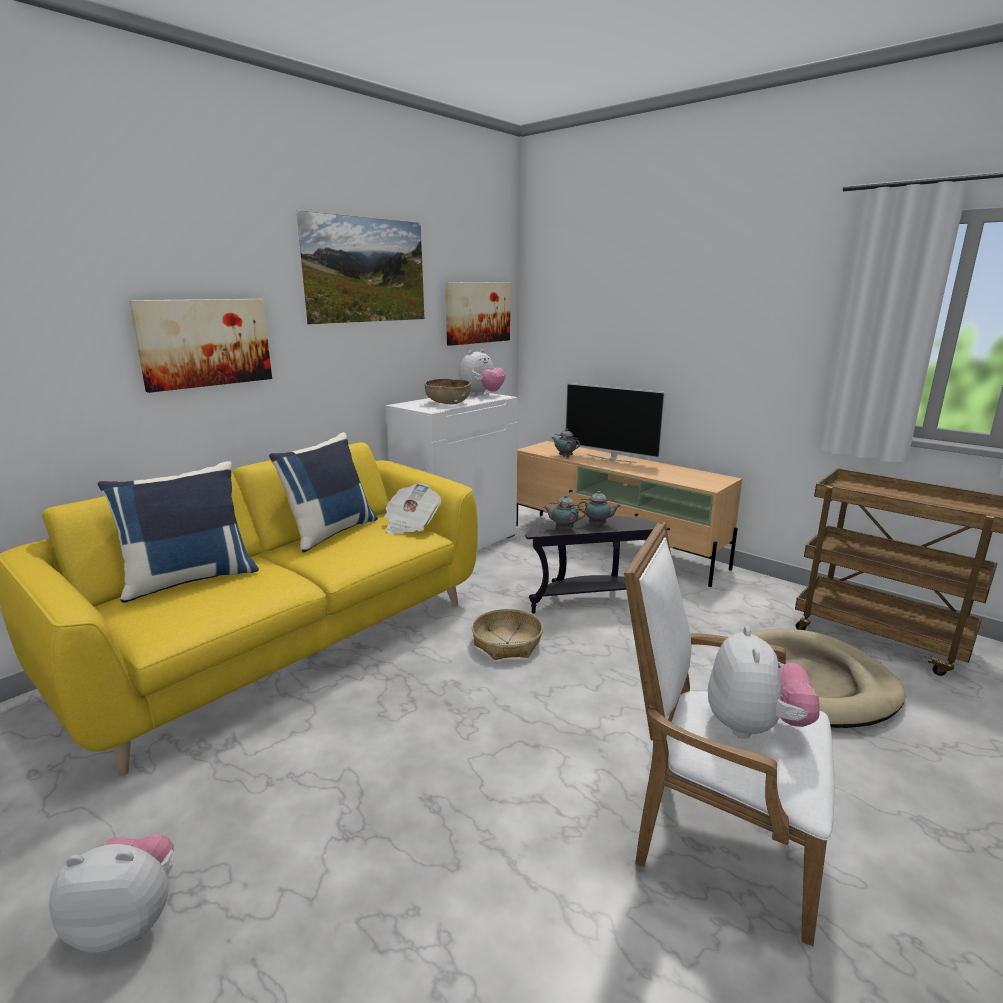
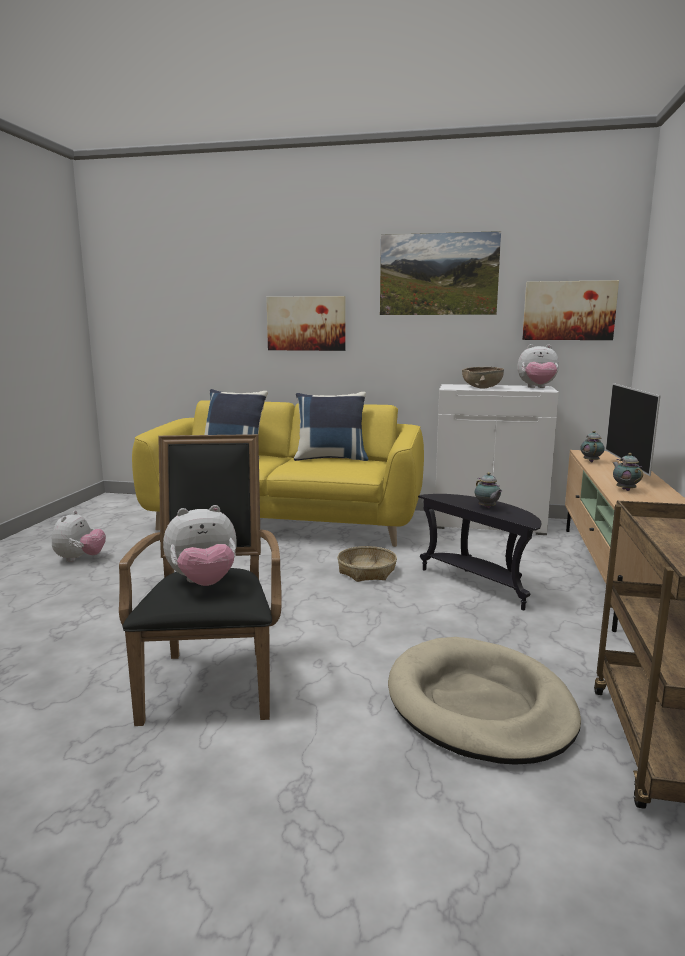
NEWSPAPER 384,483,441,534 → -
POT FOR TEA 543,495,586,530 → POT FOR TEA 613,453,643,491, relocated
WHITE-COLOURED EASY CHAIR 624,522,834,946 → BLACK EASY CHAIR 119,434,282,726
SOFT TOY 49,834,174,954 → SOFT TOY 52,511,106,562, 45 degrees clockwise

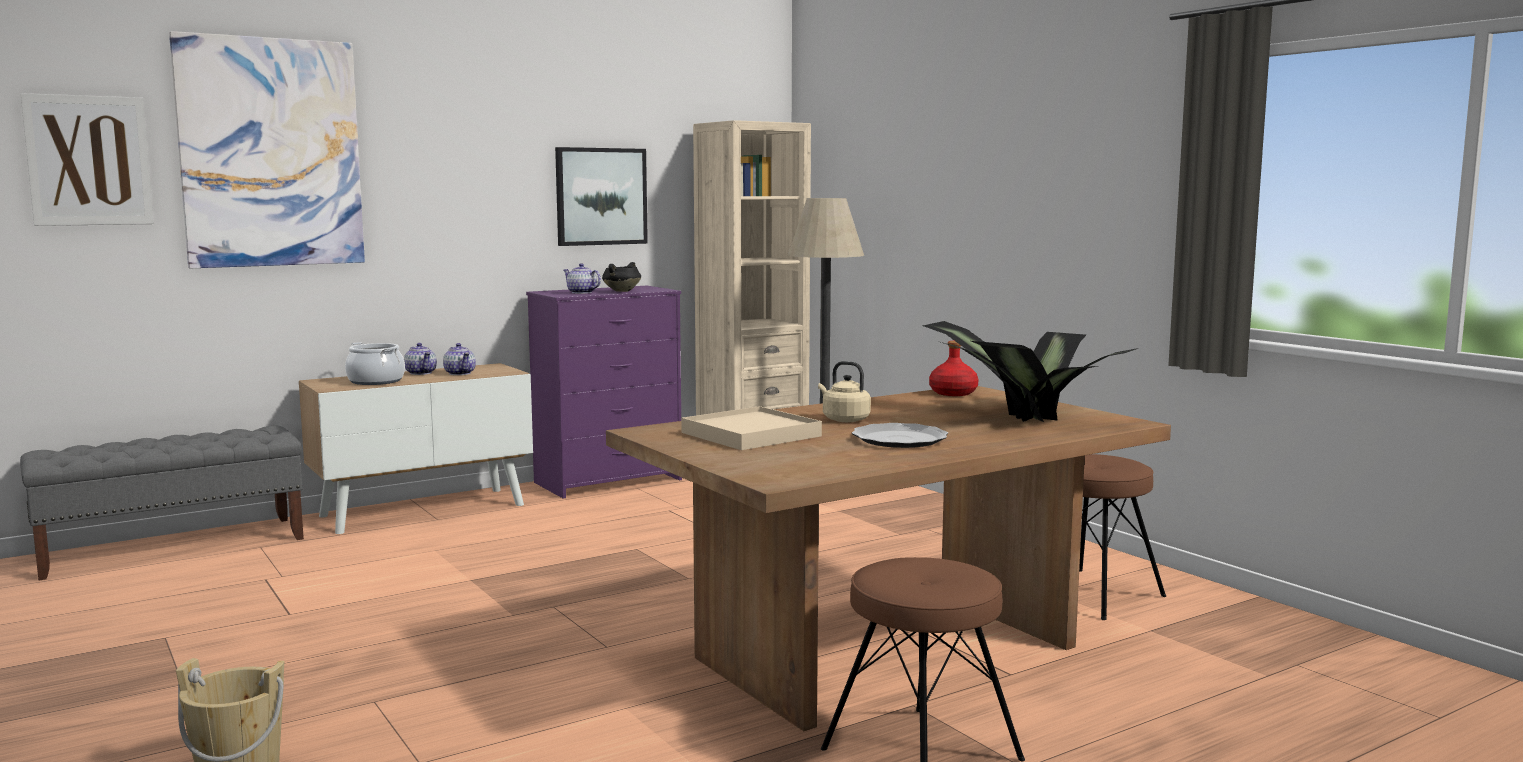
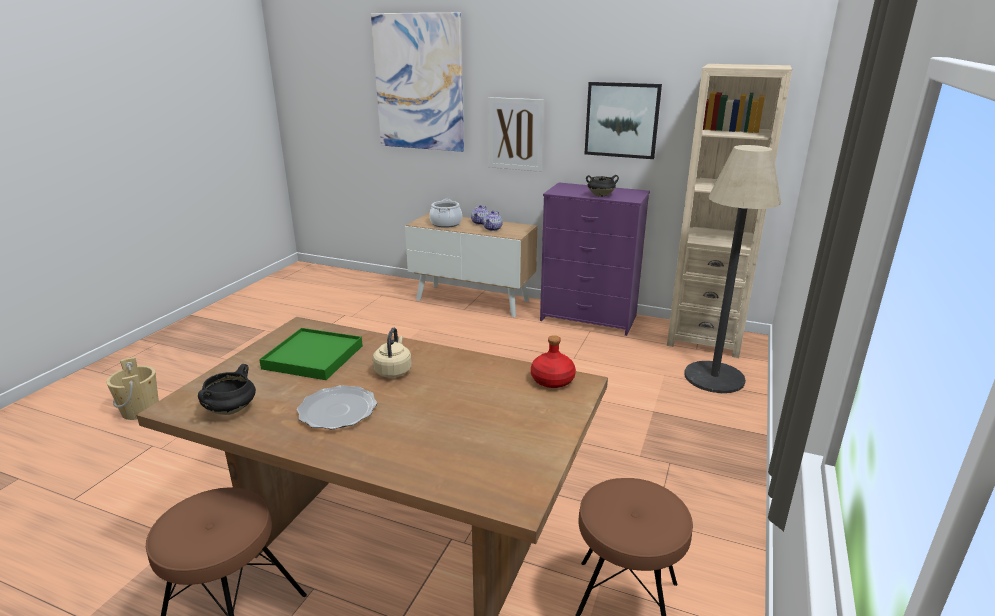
GREYISH BENCH 20,425,304,580 → -
POT FOR TEA 563,263,601,294 → -
PLANT IN A POT 923,321,1138,422 → -
- → BLACK STOCKPOT 198,364,256,415
WALL ART 21,93,154,226 → WALL ART 488,97,544,172, relocated
BEIGE CARRYING TRAY 681,406,822,450 → GREENISH CARRYING TRAY 259,328,363,380

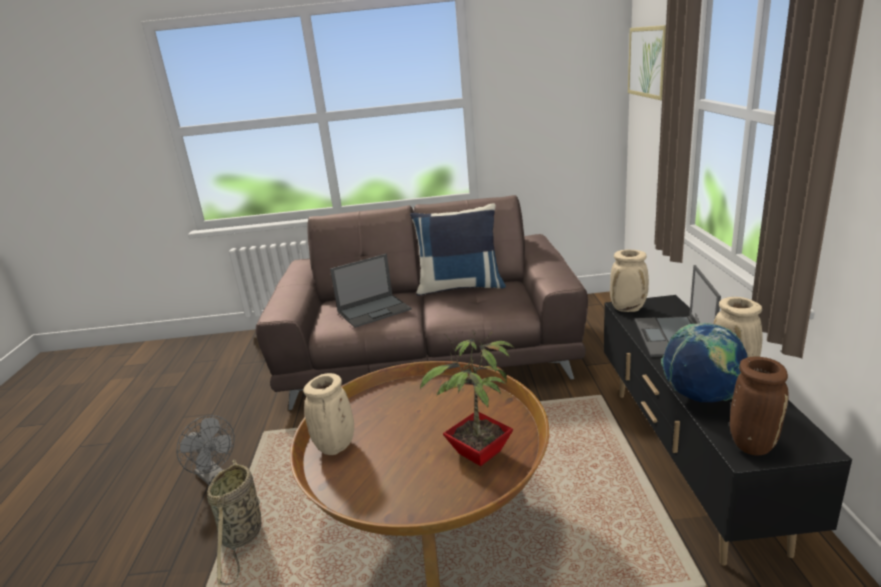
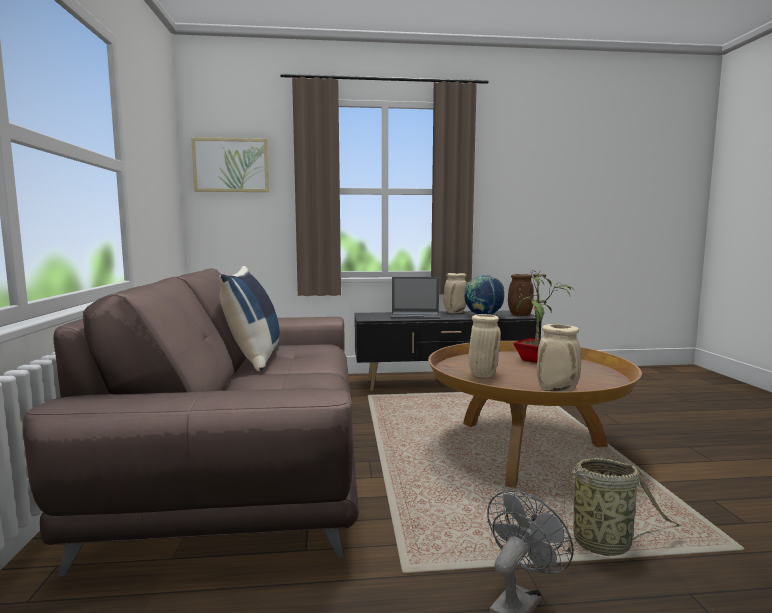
PORTABLE COMPUTER 330,254,412,328 → -
BEIGE VASE 610,250,649,312 → BEIGE VASE 468,314,501,378, relocated

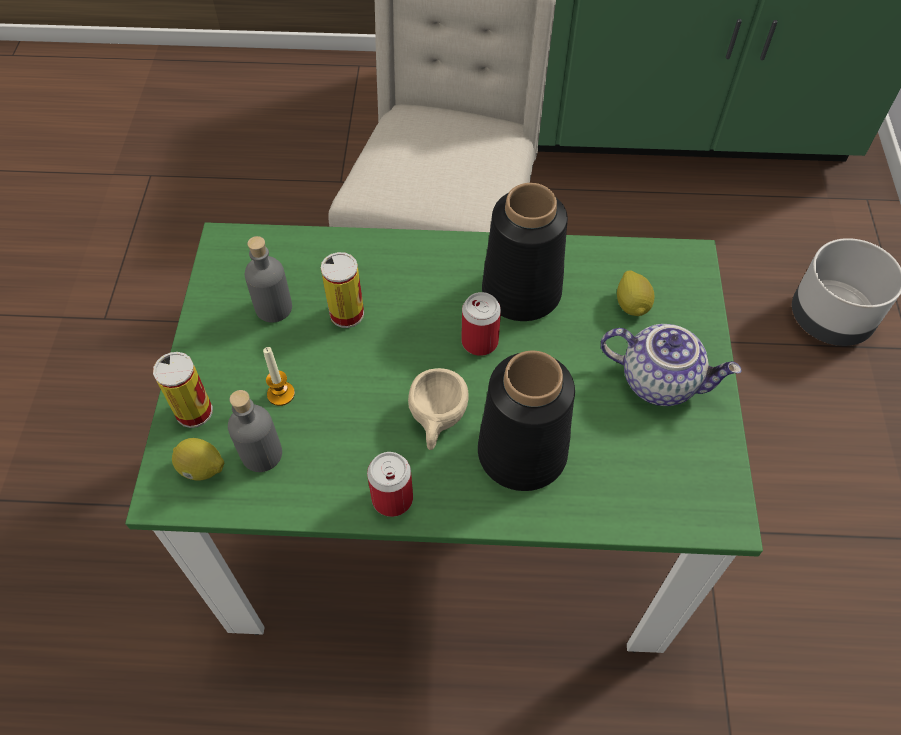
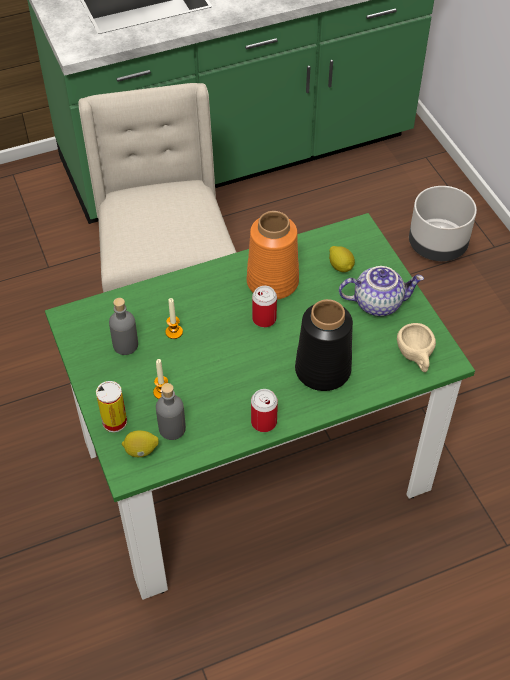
BEIGE DRINKING CUP 408,368,468,450 → BEIGE DRINKING CUP 397,323,436,372, relocated
METAL CAN 321,252,364,328 → WAX CANDLE 165,298,183,339
BLACK VASE 482,183,568,321 → ORANGE VASE 247,211,299,300

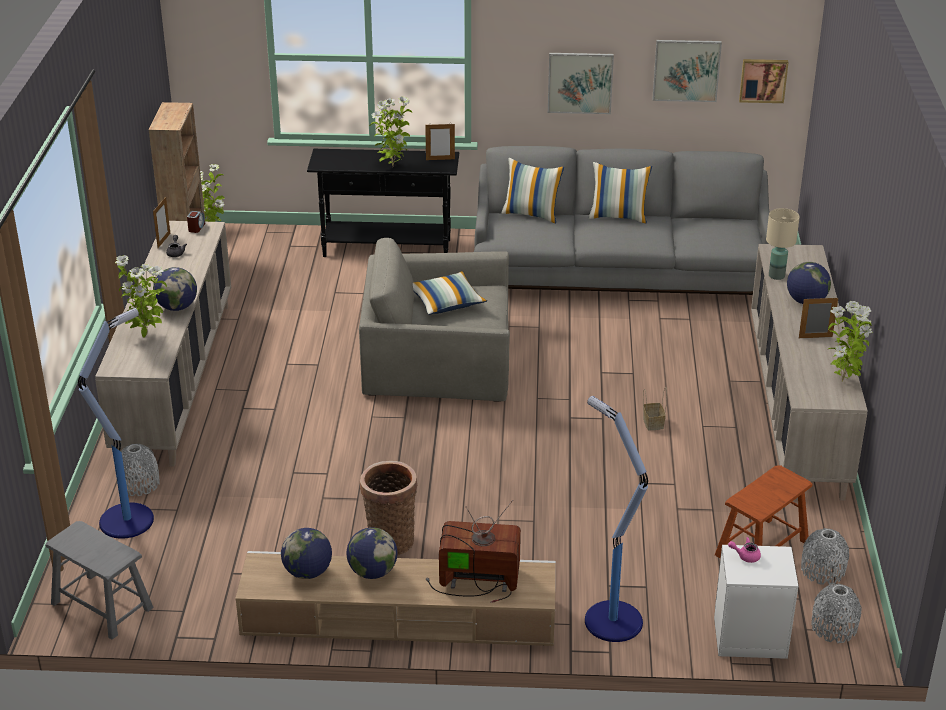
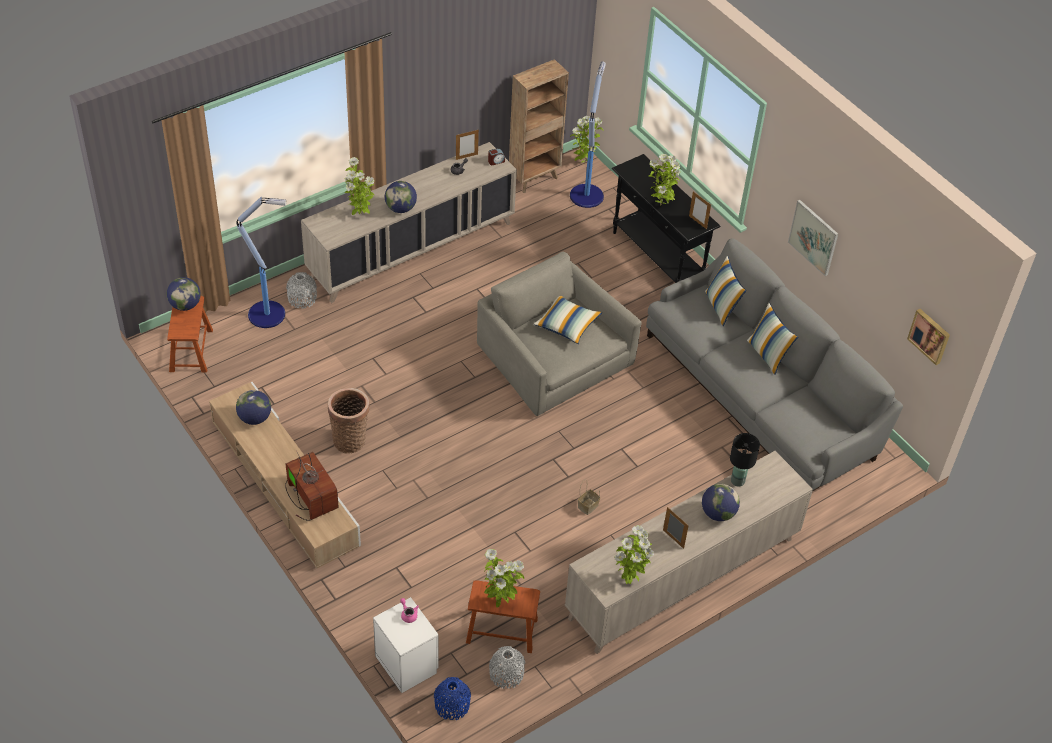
WALL ART 652,40,722,102 → -
- → PLANT IN A POT 484,549,524,607
WORLD GLOBE 346,527,398,579 → WORLD GLOBE 167,277,201,311, relocated
STANDING LAMP 585,396,648,642 → STANDING LAMP 570,61,606,208, relocated
GREYISH STOOL 45,521,153,639 → BROWN STOOL 167,296,213,373
BEIGE TABLE LAMP 766,208,800,280 → BLACK TABLE LAMP 730,433,760,487
GREYISH VASE 812,583,862,643 → BLUE-COLOURED VASE 434,677,471,720

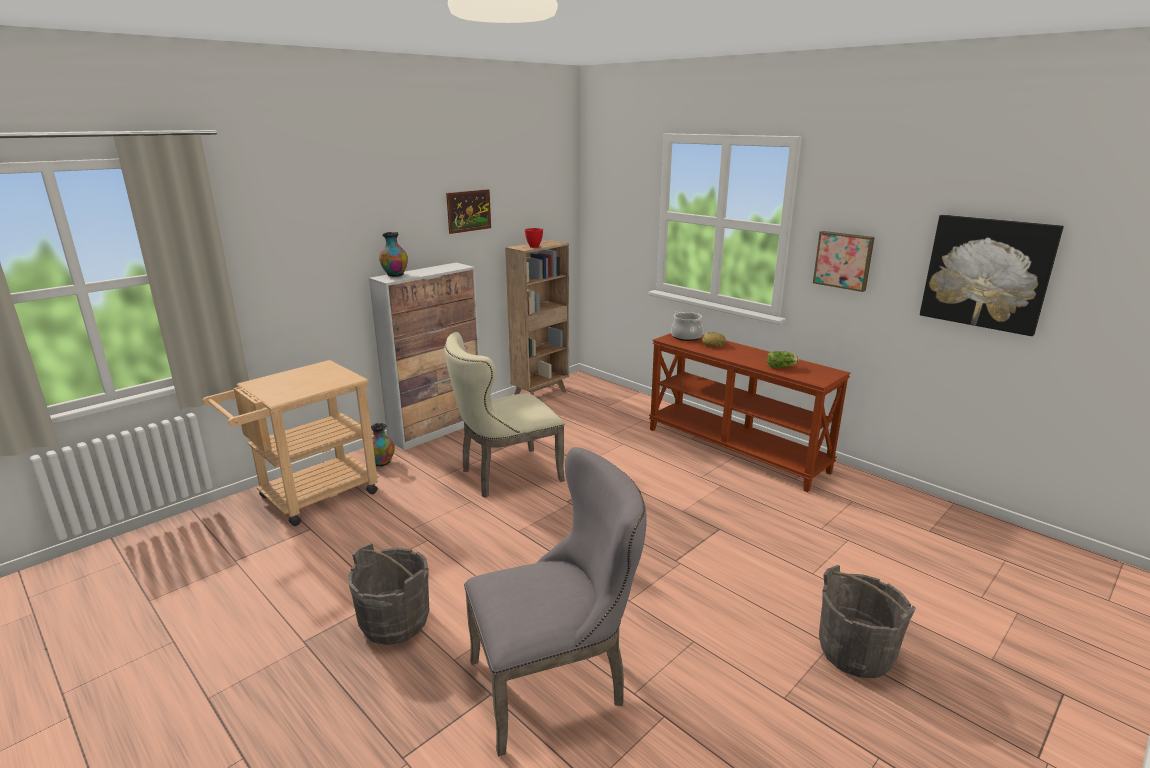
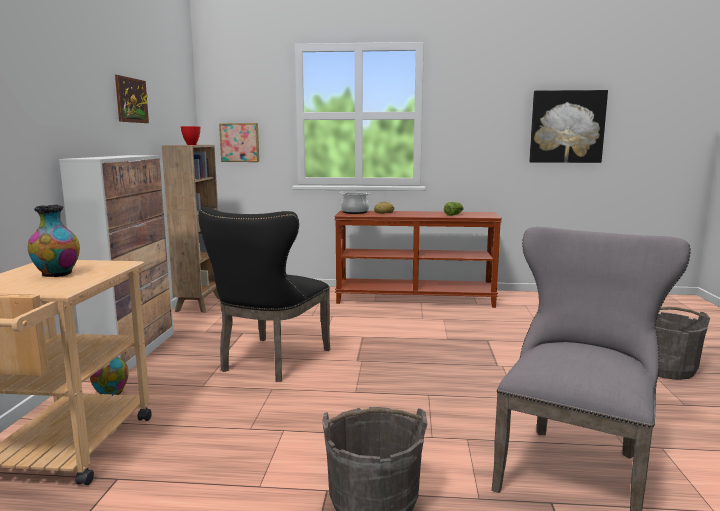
VASE 379,232,408,277 → VASE 28,205,80,277, relocated
WALL ART 813,231,875,292 → WALL ART 219,123,259,162, relocated
BEIGE UPRIGHT CHAIR 444,332,565,498 → BLACK UPRIGHT CHAIR 198,207,330,382

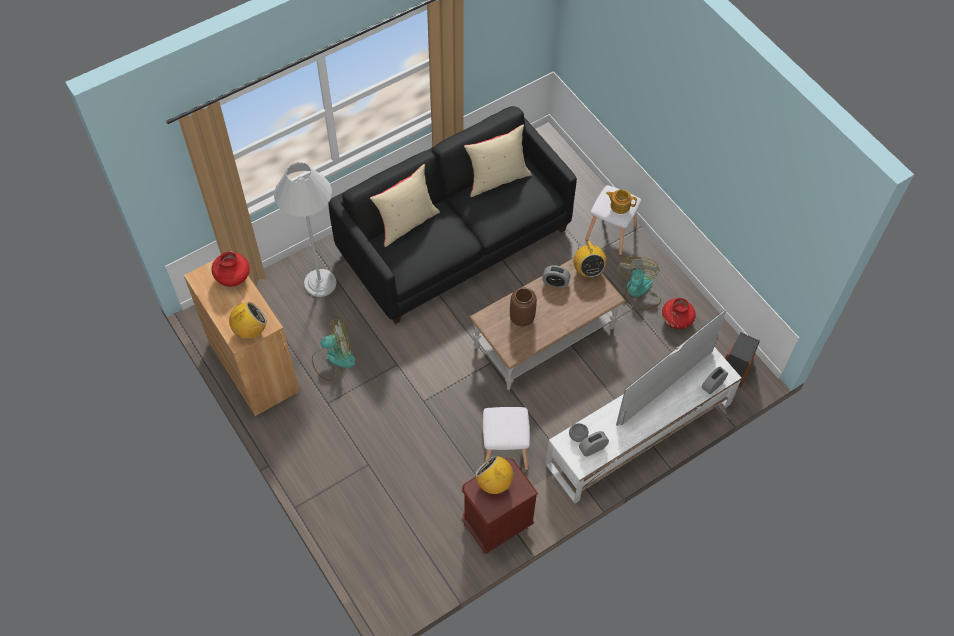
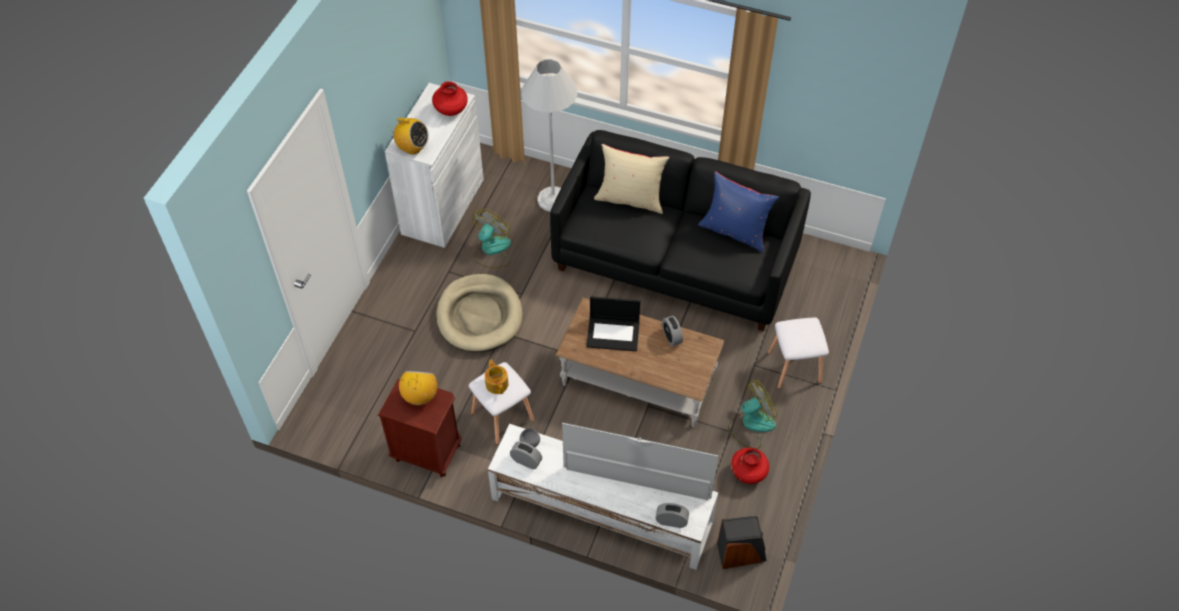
RADIO 574,241,607,277 → -
- → BEIGE DOG BED 436,274,523,352
POT FOR TEA 606,189,637,214 → POT FOR TEA 485,359,508,394, relocated
BROWN VASE 510,287,537,326 → PORTABLE COMPUTER 586,297,640,351
BROWN STORAGE CABINET 184,251,300,416 → WHITE-COLOURED STORAGE CABINET 385,83,484,248
BEIGE PILLOW 464,124,532,197 → BLUE-COLOURED PILLOW 698,171,779,253
COOLING FAN 312,318,356,381 → COOLING FAN 473,209,511,268, 105 degrees counterclockwise

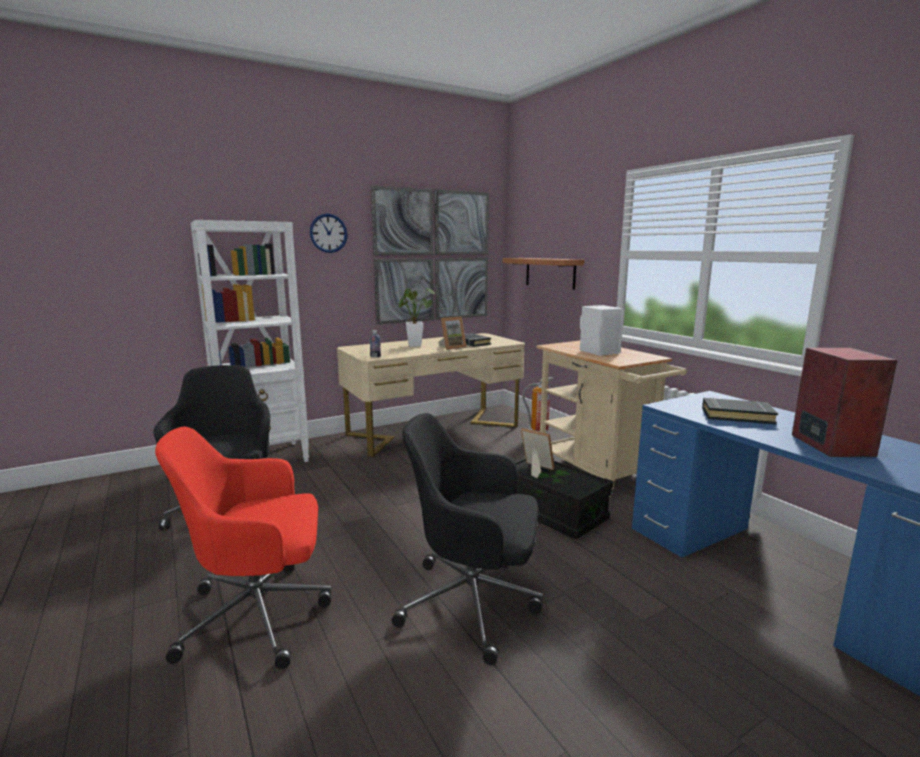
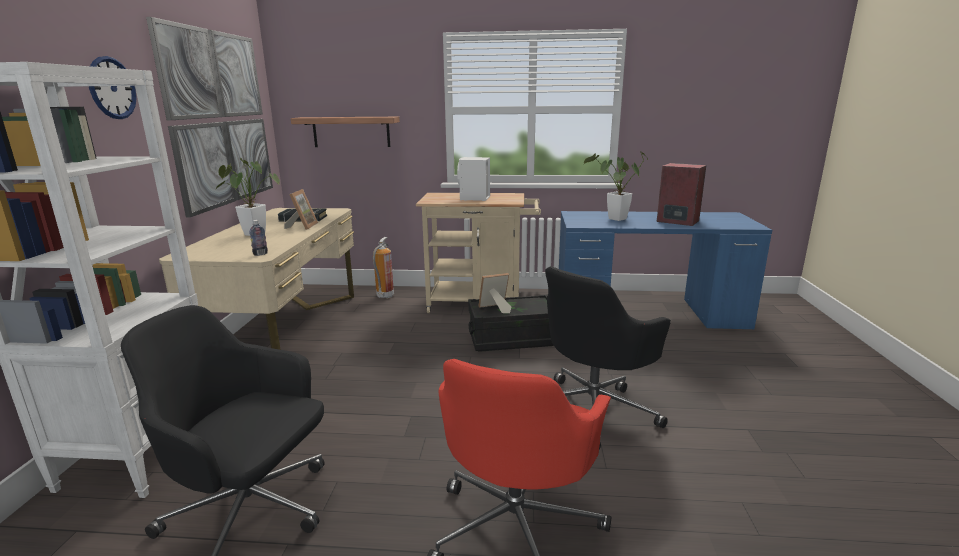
BLACK BOUND BOOK 702,398,778,425 → PLANT IN A POT 584,151,648,221

